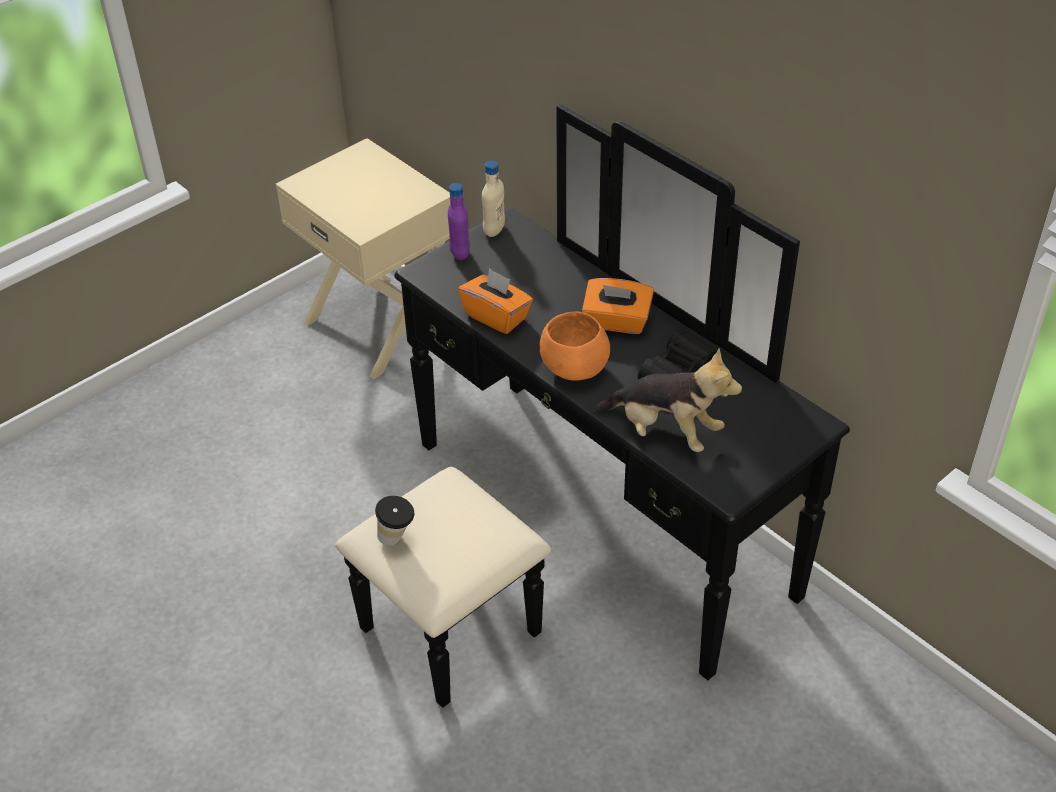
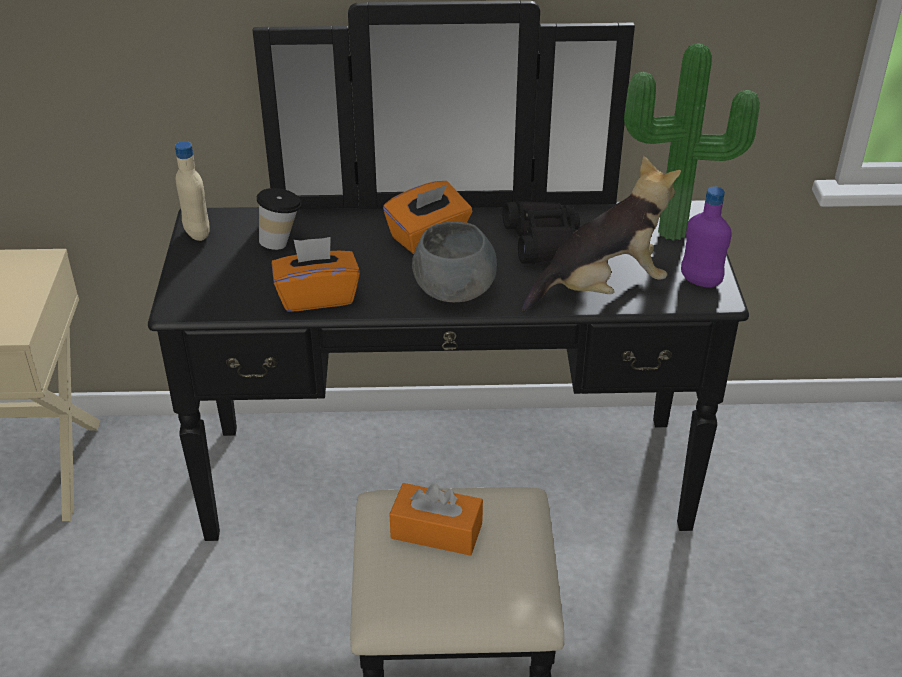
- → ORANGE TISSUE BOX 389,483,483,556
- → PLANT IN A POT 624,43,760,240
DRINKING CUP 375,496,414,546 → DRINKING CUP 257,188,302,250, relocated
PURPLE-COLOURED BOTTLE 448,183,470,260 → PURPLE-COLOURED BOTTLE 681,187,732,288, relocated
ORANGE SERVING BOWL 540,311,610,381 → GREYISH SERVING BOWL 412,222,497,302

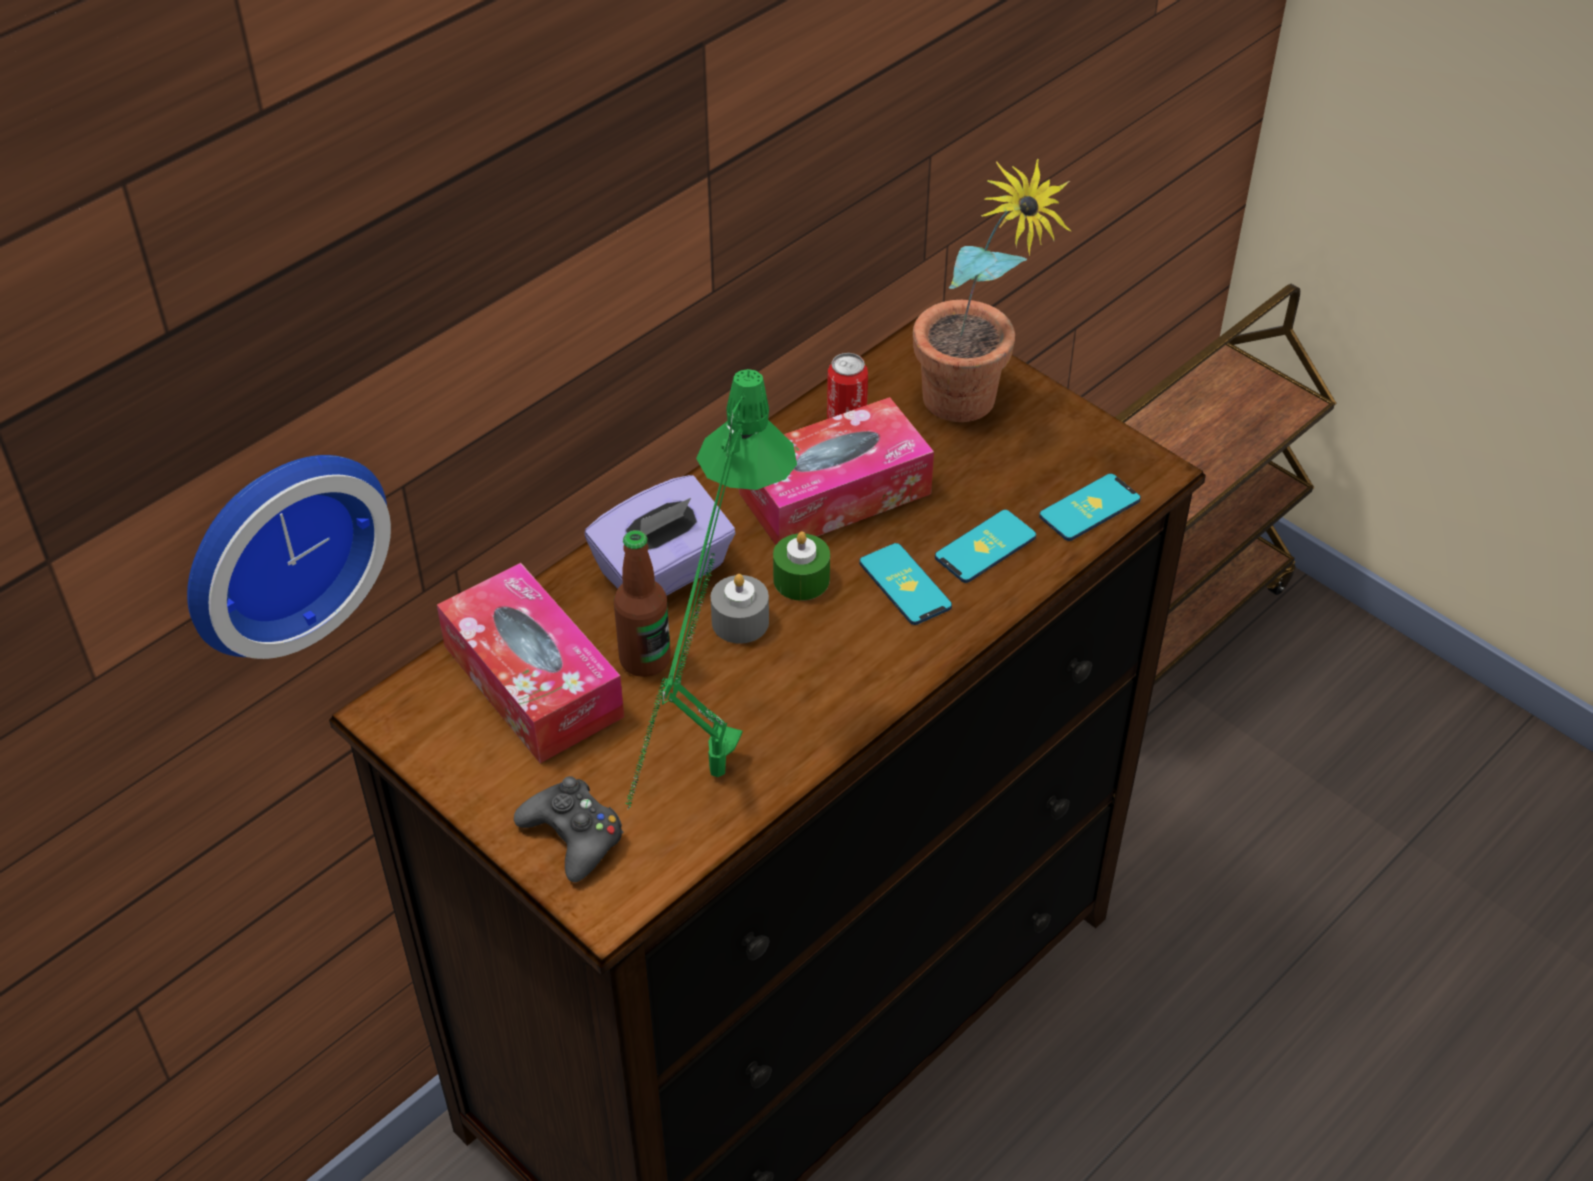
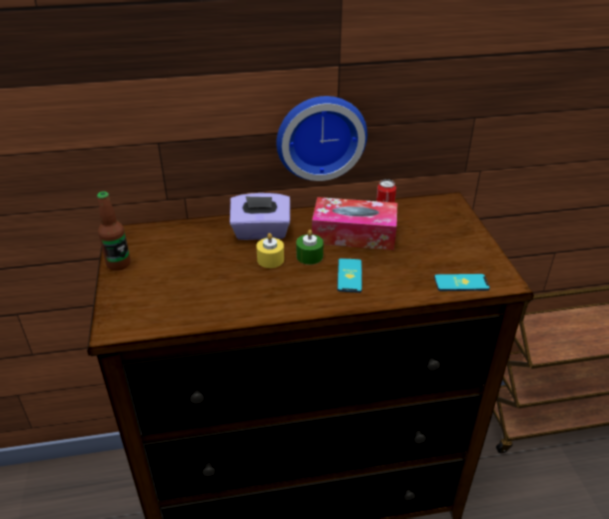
TISSUE BOX 437,563,624,763 → -
BLACK GAME CONTROLLER 514,776,623,883 → -
GREENISH TABLE LAMP 626,369,797,810 → -
PLANT IN A POT 913,158,1071,422 → -
HANDSET 935,509,1036,583 → -
HANGING CLOCK 187,455,391,659 → HANGING CLOCK 276,96,367,181, relocated
BOTTLE 614,530,671,677 → BOTTLE 97,191,130,271, relocated
GREYISH WAX CANDLE 710,574,769,644 → YELLOW WAX CANDLE 256,233,284,268

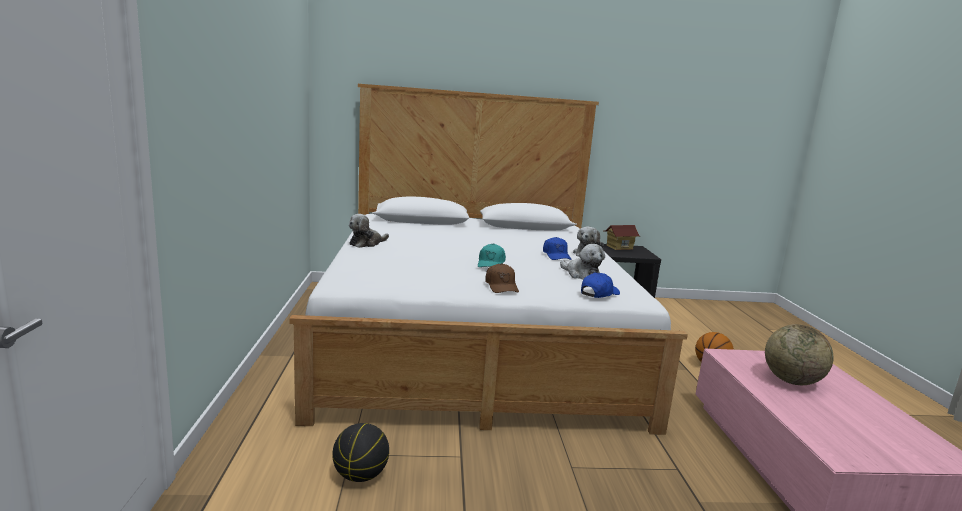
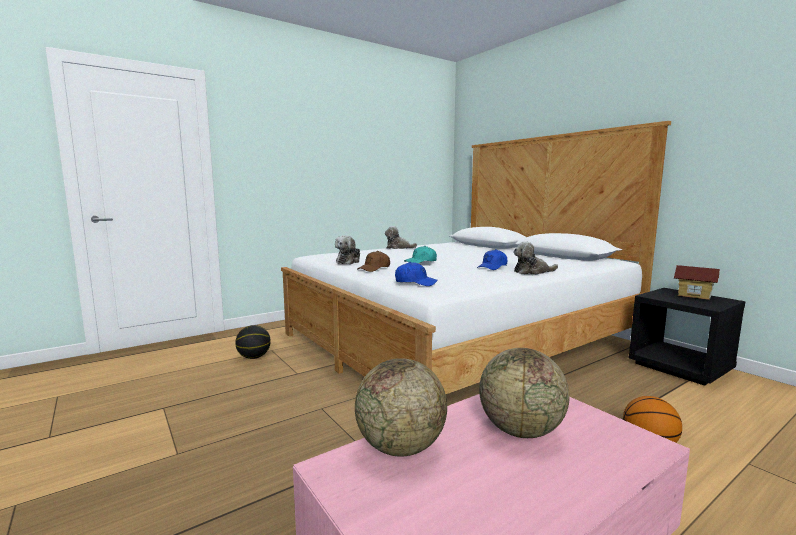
- → WORLD GLOBE 355,358,447,457
SOFT TOY 560,244,605,280 → SOFT TOY 335,235,360,264, relocated

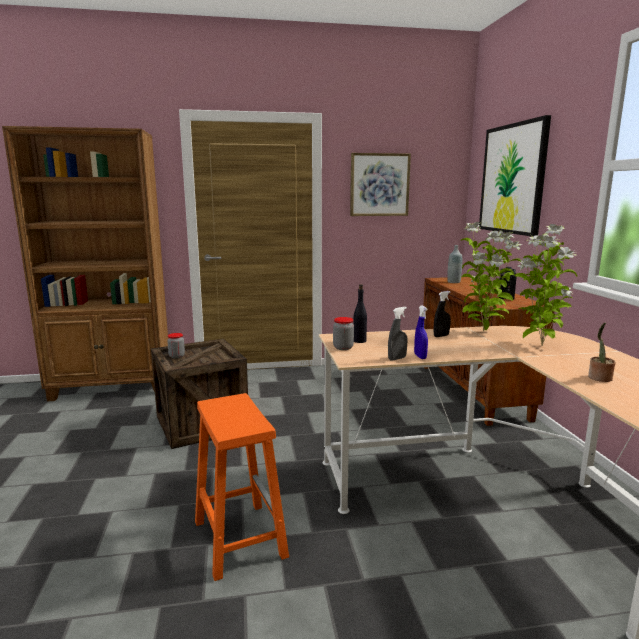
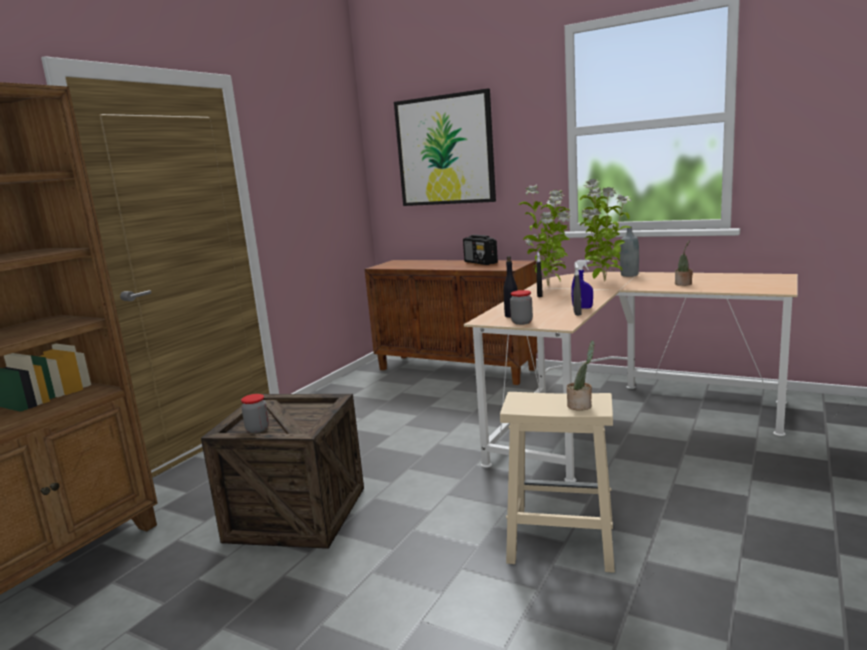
WALL ART 350,153,411,216 → -
- → PLANT IN A POT 567,340,594,411
GREYISH BOTTLE 447,245,462,283 → GREYISH BOTTLE 620,226,639,277, relocated
ORANGE STOOL 195,393,289,581 → BEIGE STOOL 500,392,615,573

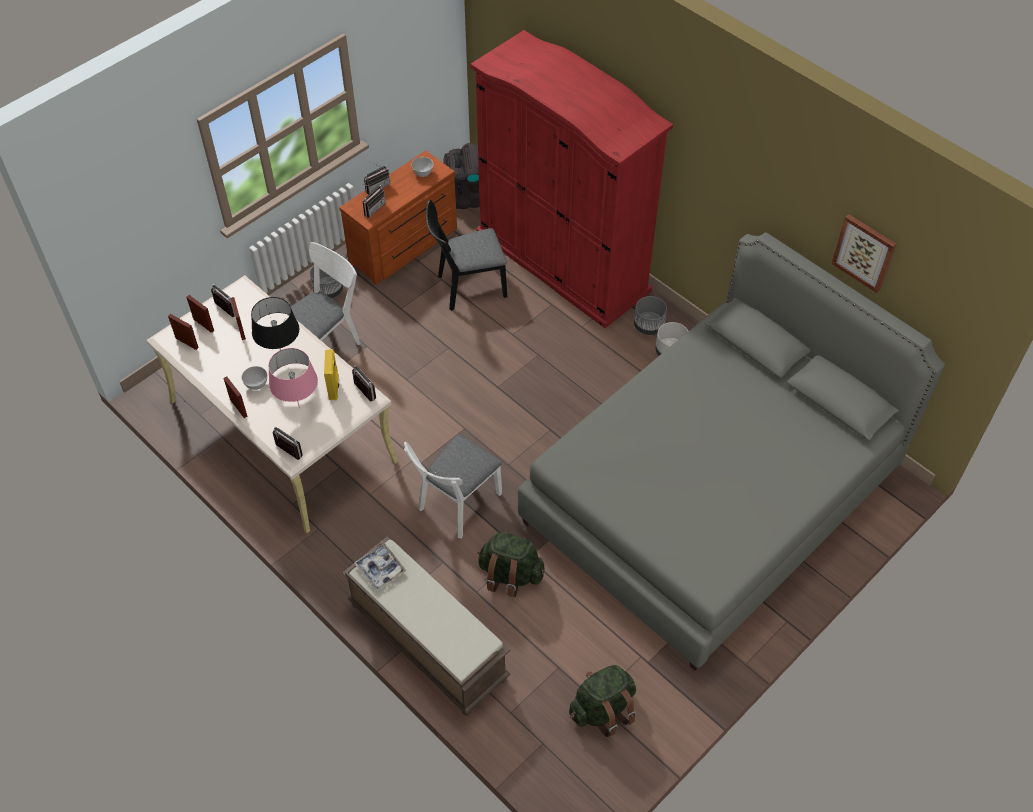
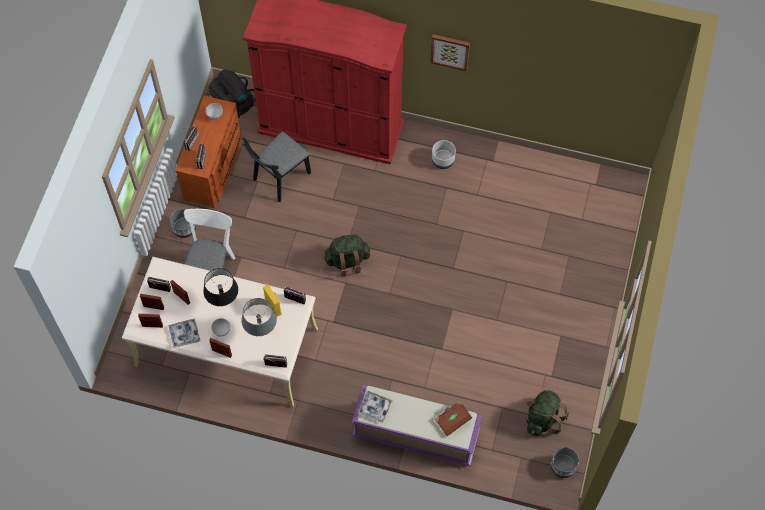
WHITE-COLOURED UPRIGHT CHAIR 404,434,502,539 → -
GREYISH SLEEPING BED 518,232,945,671 → -
- → CARRYING TRAY 168,318,200,348
- → BROWN BOUND BOOK 434,400,472,436
GREENISH KNAPSACK 477,532,544,597 → GREENISH KNAPSACK 323,234,370,277, relocated
GREYISH PLANT POT 634,296,667,335 → GREYISH PLANT POT 551,447,579,478, relocated
WALL ART 831,214,896,293 → WALL ART 430,34,470,71, relocated
PINK TABLE LAMP 269,348,318,409 → GREYISH TABLE LAMP 241,298,277,336
BROWN BENCH 342,536,510,716 → PURPLE-COLOURED BENCH 351,385,482,467

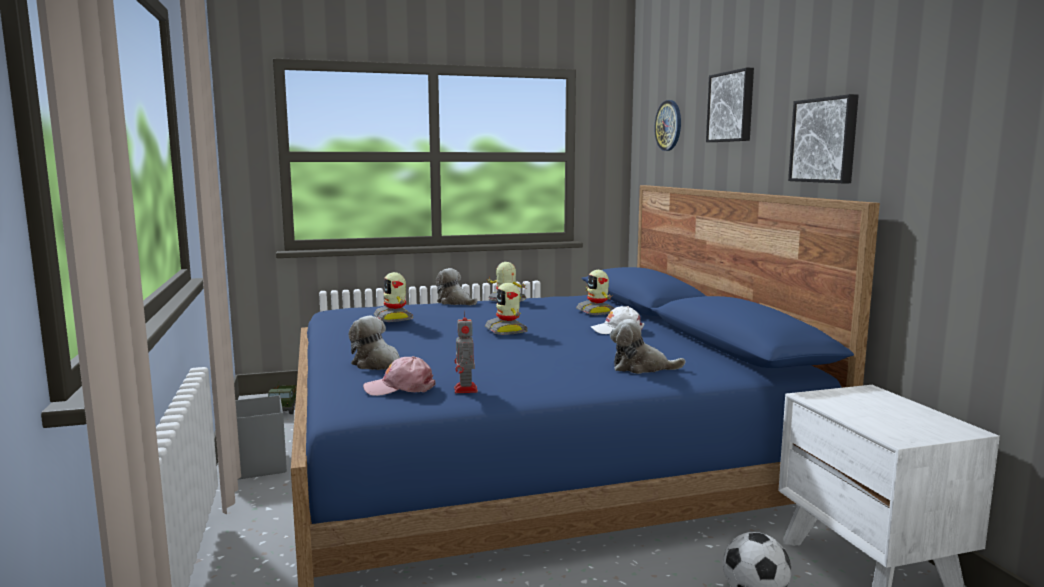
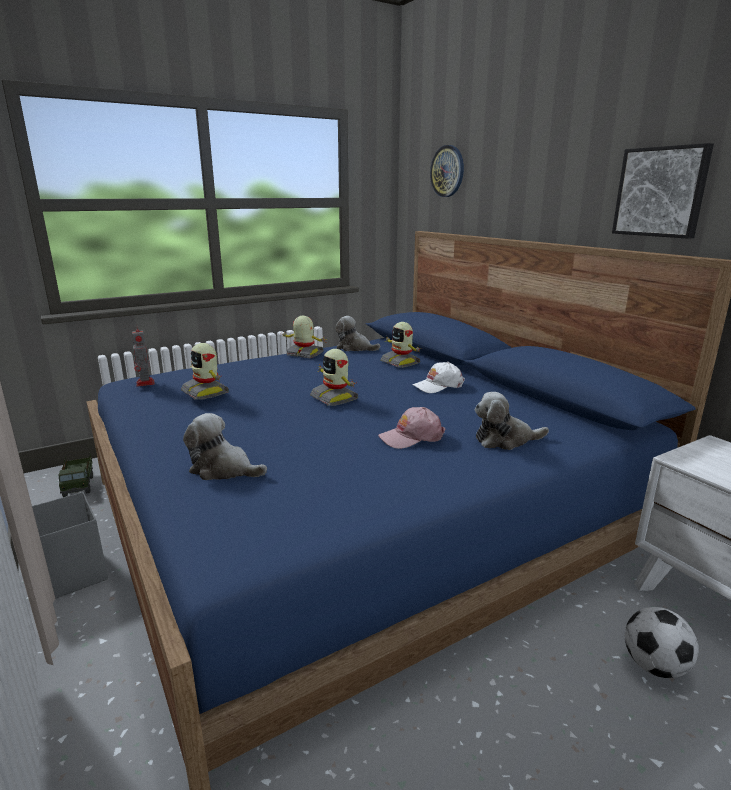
WALL ART 706,68,754,142 → -
PINK CAP 363,356,436,396 → PINK CAP 378,407,445,449, relocated
SOFT TOY 436,268,477,305 → SOFT TOY 335,316,380,351, relocated
ROBOT FIGURE 454,310,478,393 → ROBOT FIGURE 132,324,155,387, relocated

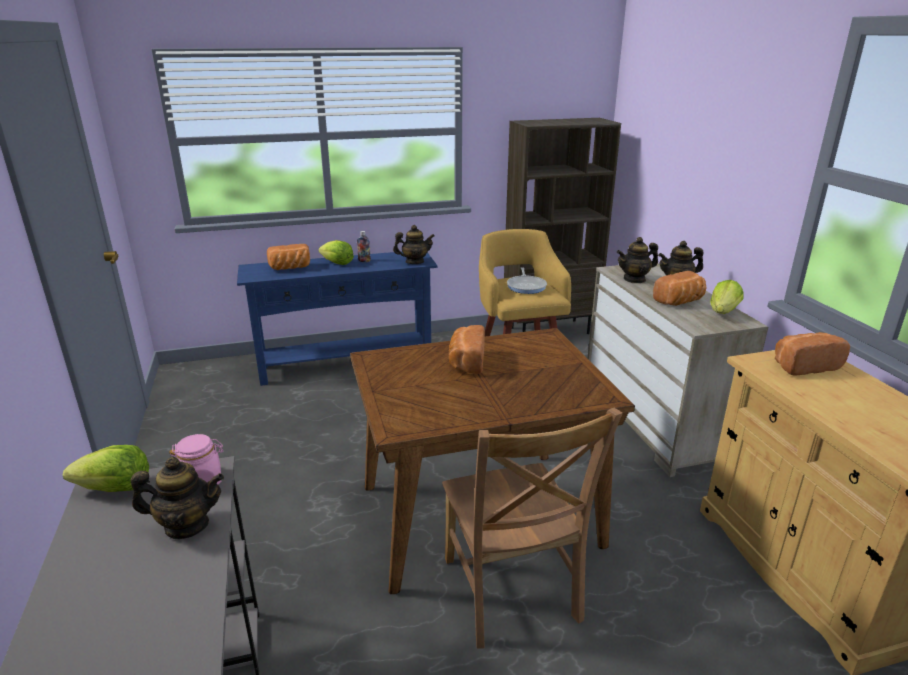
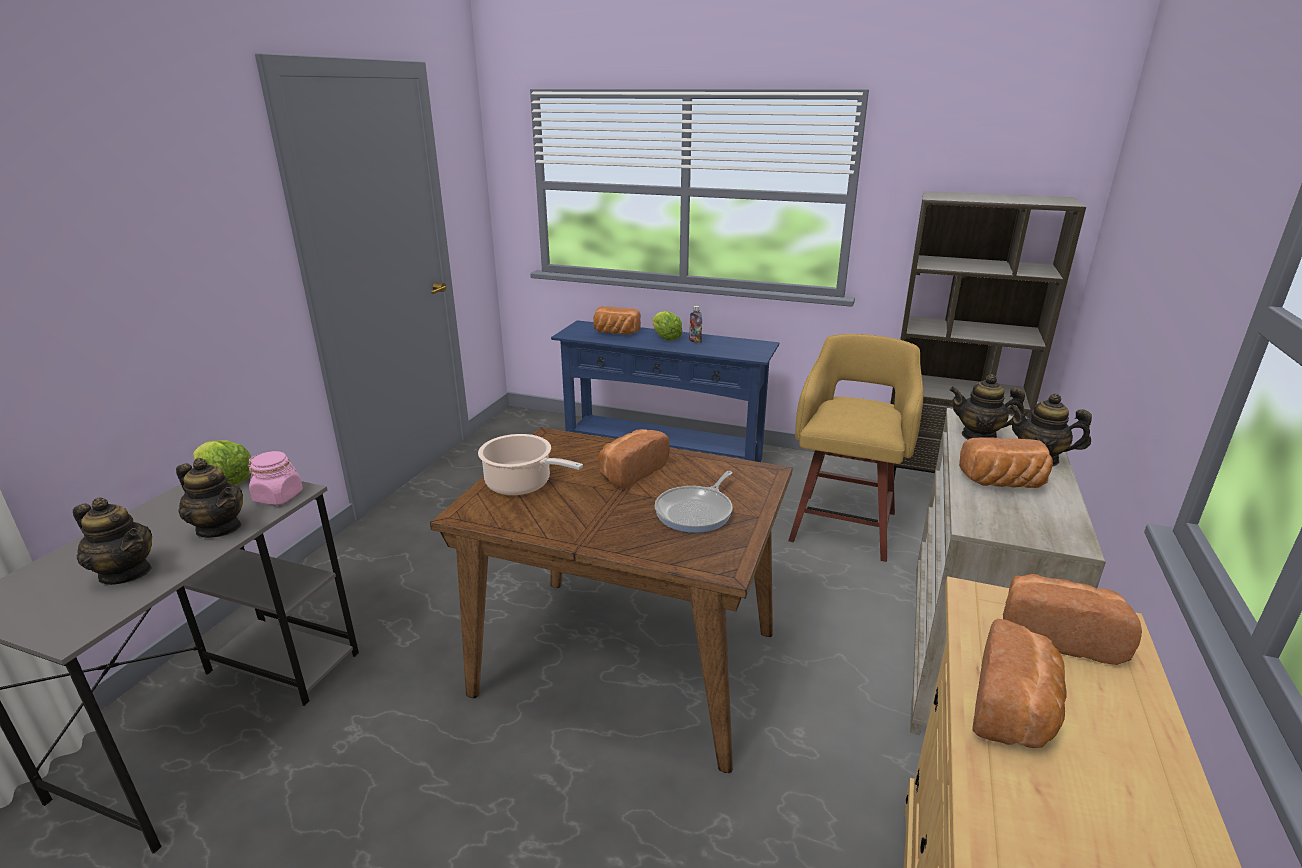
BROWN UPRIGHT CHAIR 442,408,623,648 → -
LETTUCE 710,280,743,314 → -
- → STOCKPOT 478,434,583,496
- → BREAD 973,619,1066,748
POT FOR TEA 393,225,435,264 → POT FOR TEA 73,497,152,585, relocated
PAN 507,267,547,294 → PAN 655,471,733,533, relocated

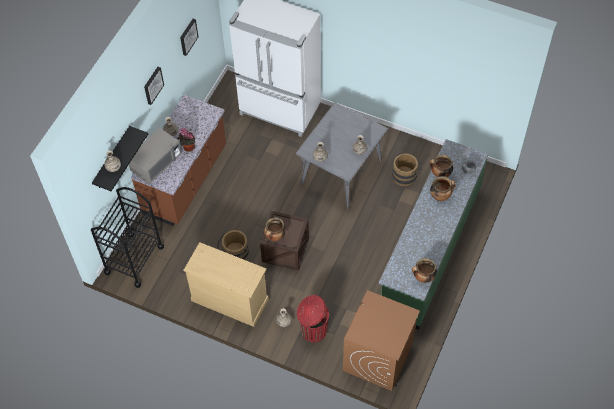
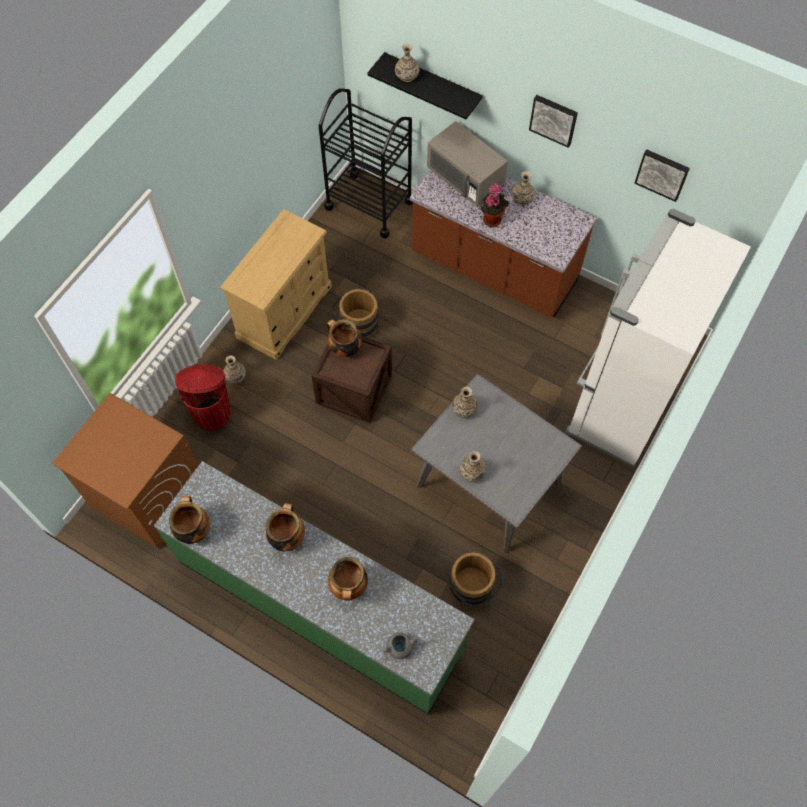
STOCKPOT 430,154,453,177 → STOCKPOT 266,503,305,551, relocated

